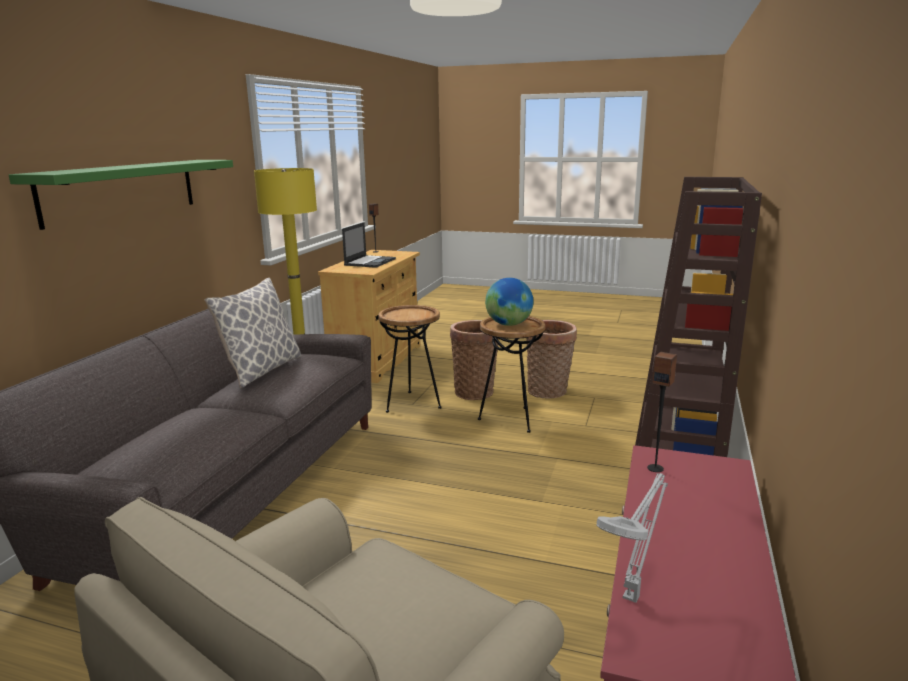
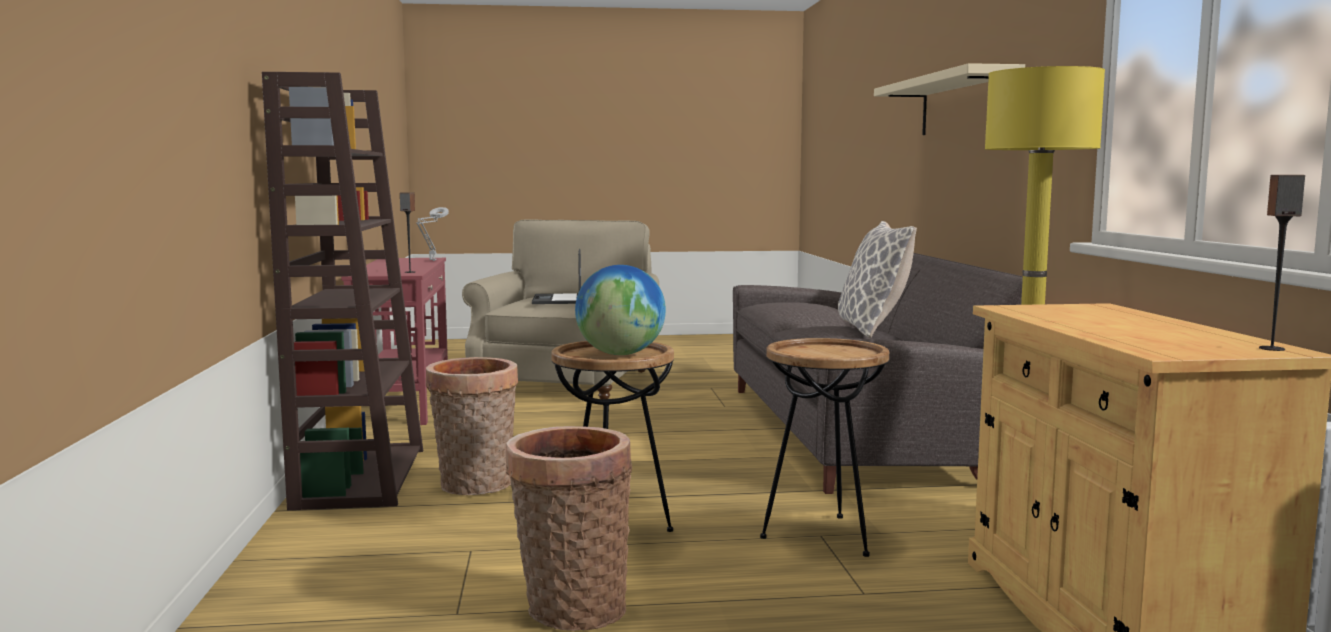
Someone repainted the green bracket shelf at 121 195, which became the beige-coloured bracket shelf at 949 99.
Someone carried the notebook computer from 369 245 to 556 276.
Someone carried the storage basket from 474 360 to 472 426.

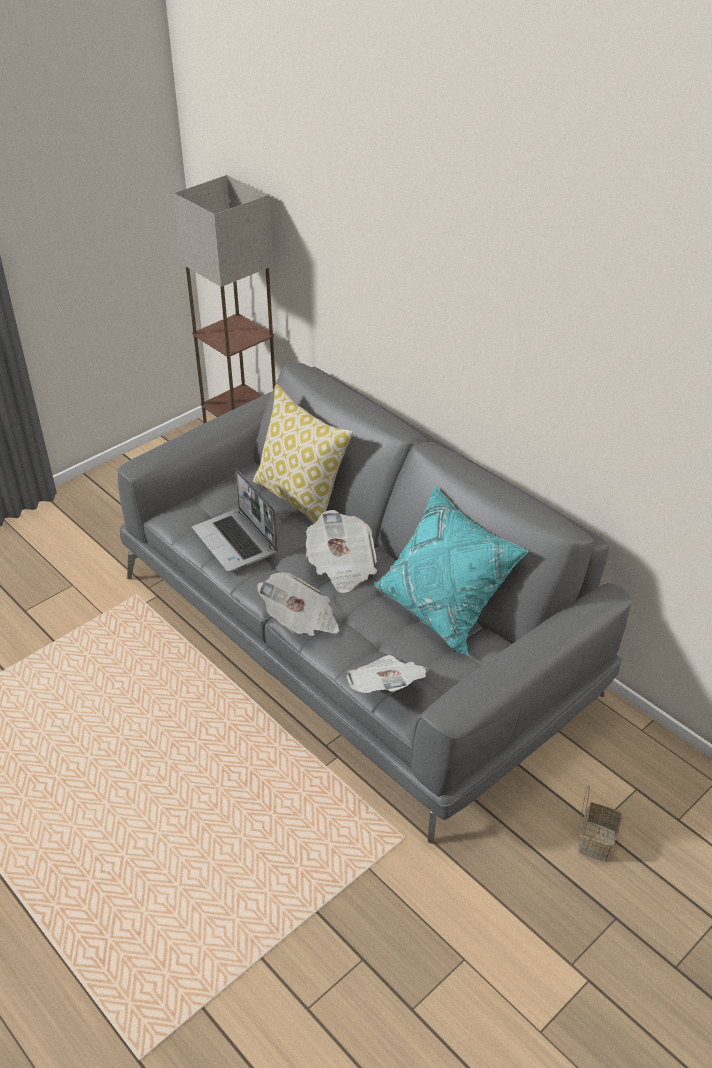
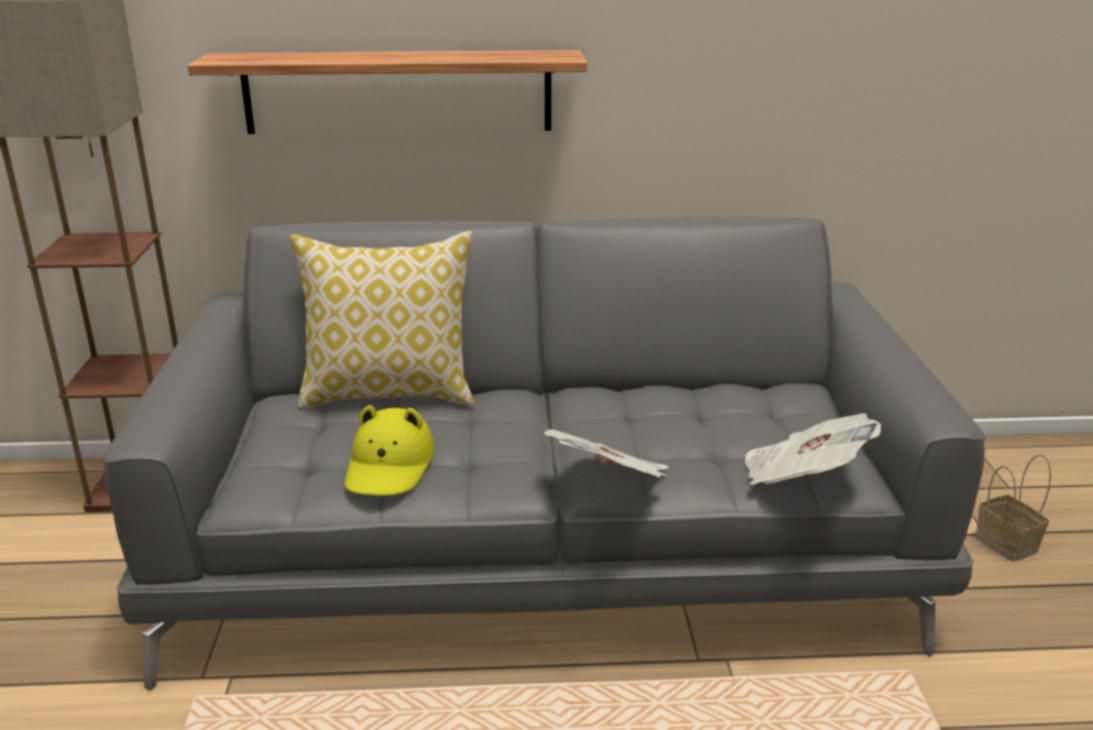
Someone swapped the notebook computer at 235 520 for the yellowish hat at 389 450.
Someone took away the blue-green pillow at 451 571.
Someone took away the daily paper at 341 551.
Someone put up the bracket shelf at 387 92.

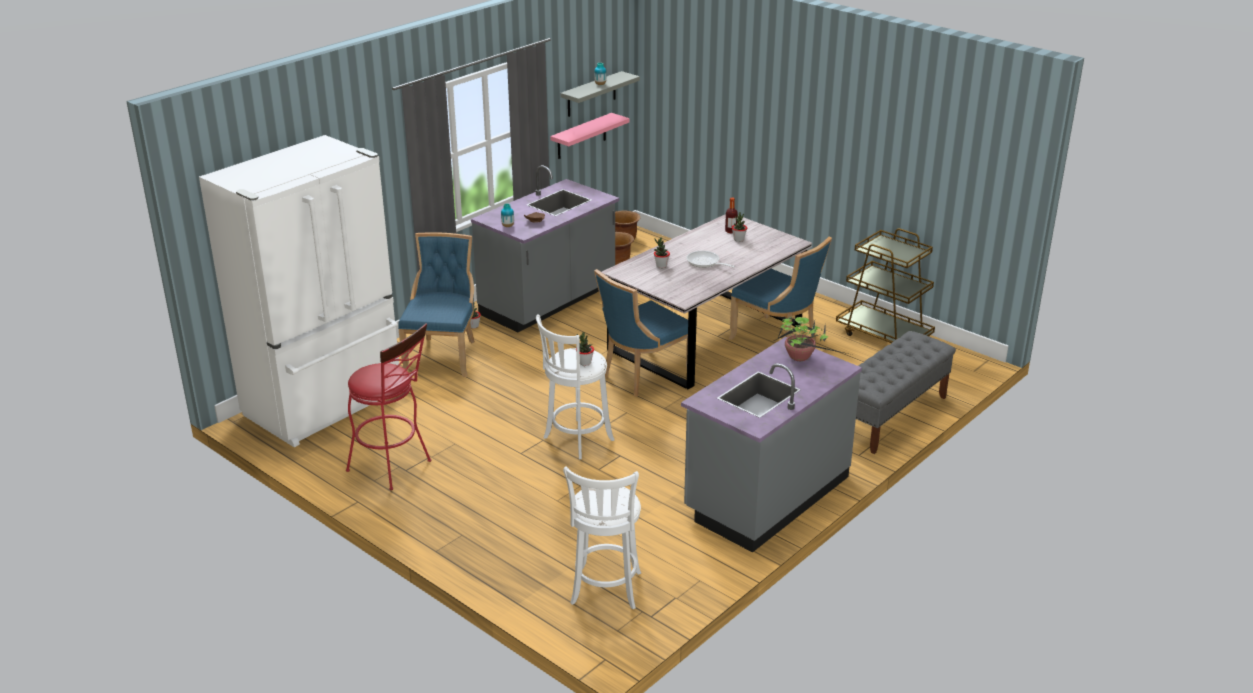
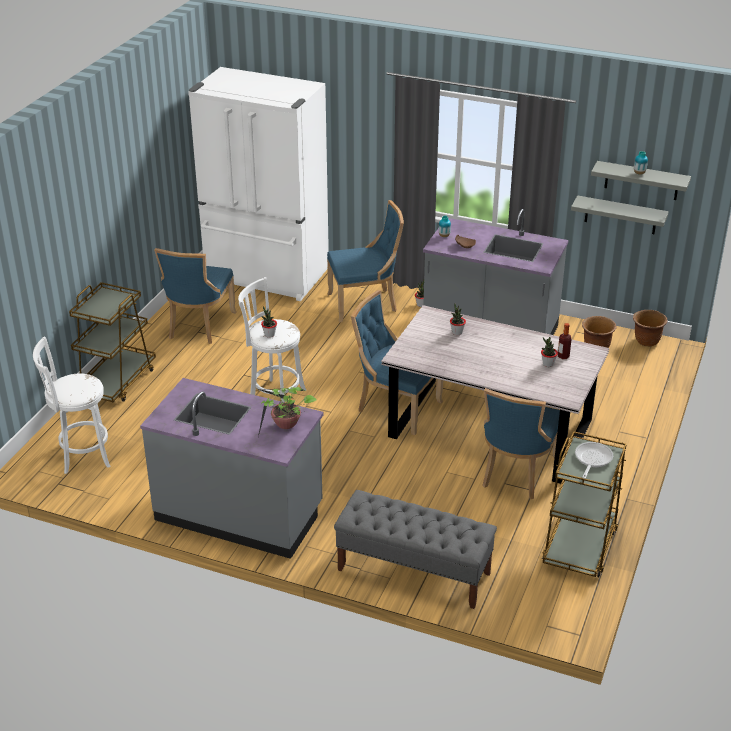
Someone repainted the pinkish bracket shelf at 590 136, which became the grey bracket shelf at 620 214.
Someone carried the skillet from 710 259 to 594 460.
Someone swapped the reddish stool seat at 388 406 for the blue plain chair at 195 296.
Someone put down the brown cart at 112 342.

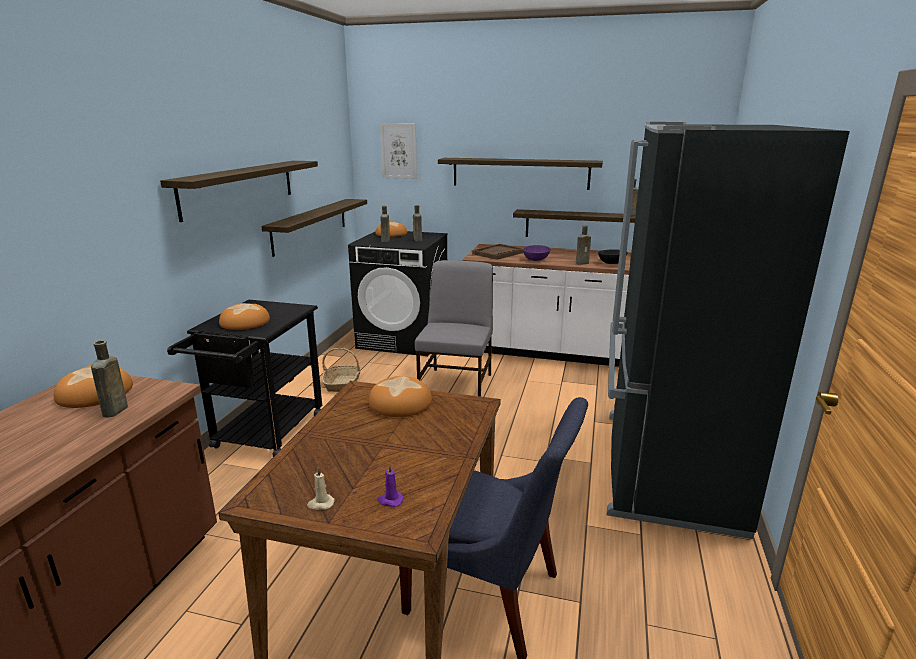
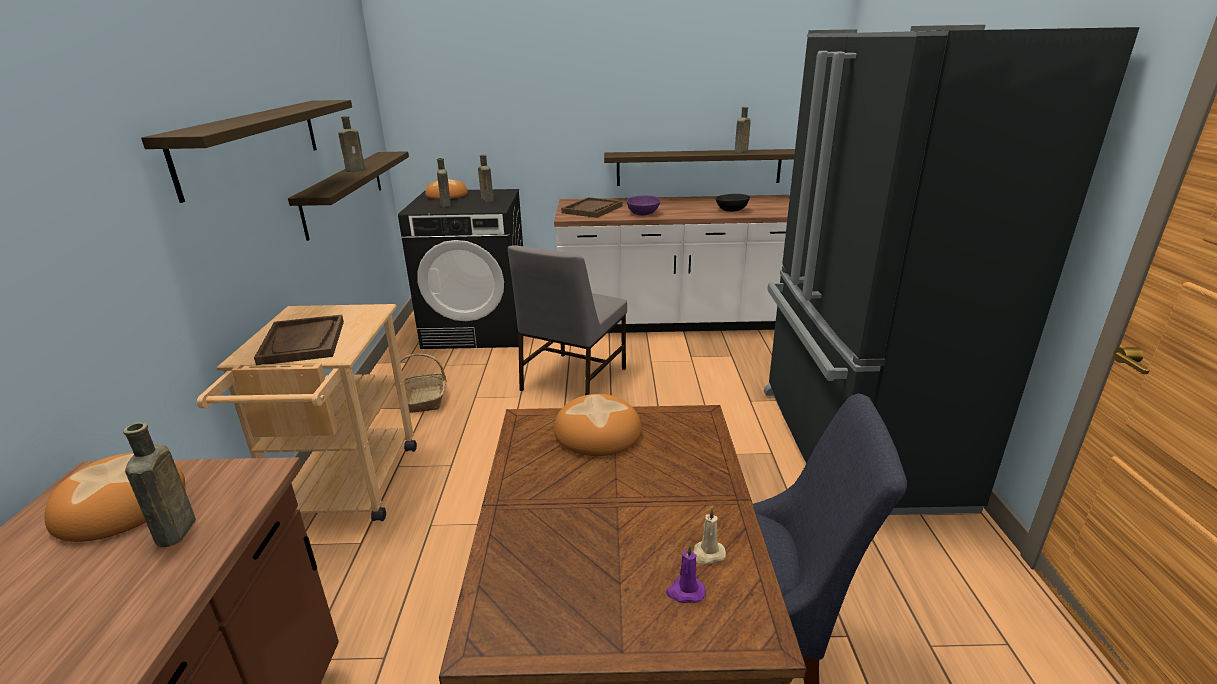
Someone took away the wall picture at 398 151.
Someone took away the bracket shelf at 520 174.
Someone carried the brown bottle from 583 245 to 351 144.
Someone rotated the grey plain chair at 454 328 by 150 degrees counterclockwise.
Someone repainted the blackish cart at 244 378, which became the beige-coloured cart at 307 412.
Someone swapped the bread at 244 316 for the brown carrying tray at 299 340.
Someone carried the beige-coloured wax candle from 321 488 to 709 536.

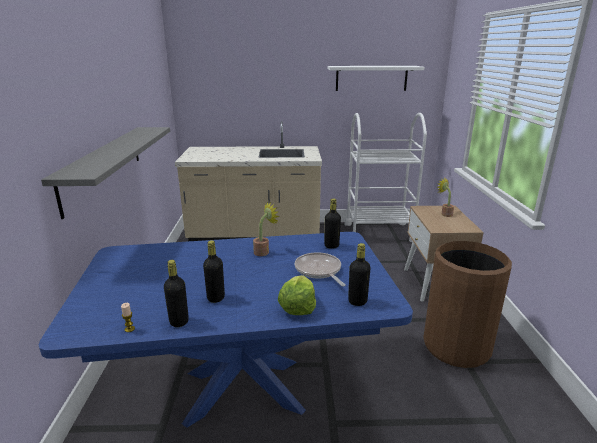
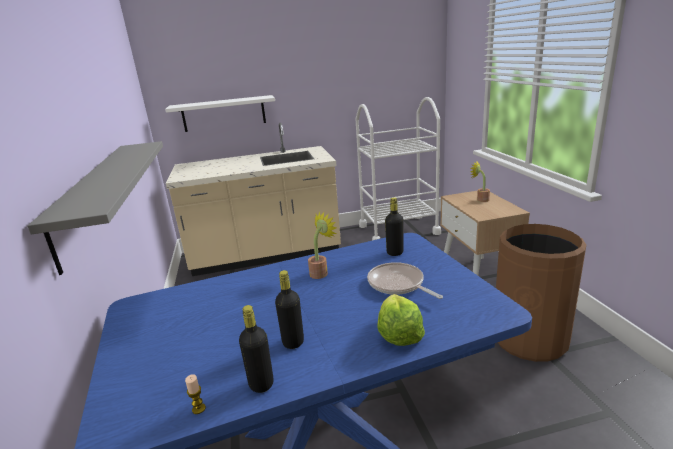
Someone carried the white bracket shelf from 376 78 to 220 113.
Someone took away the blackish bottle at 359 274.

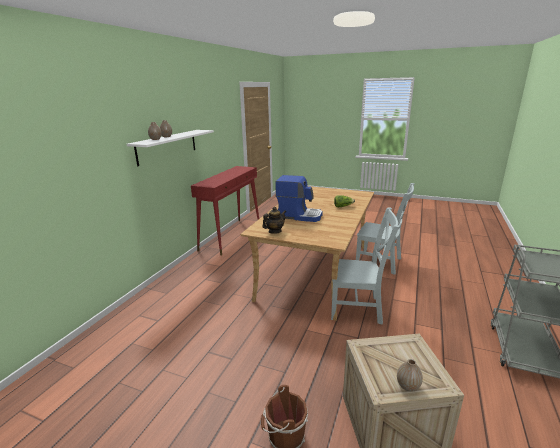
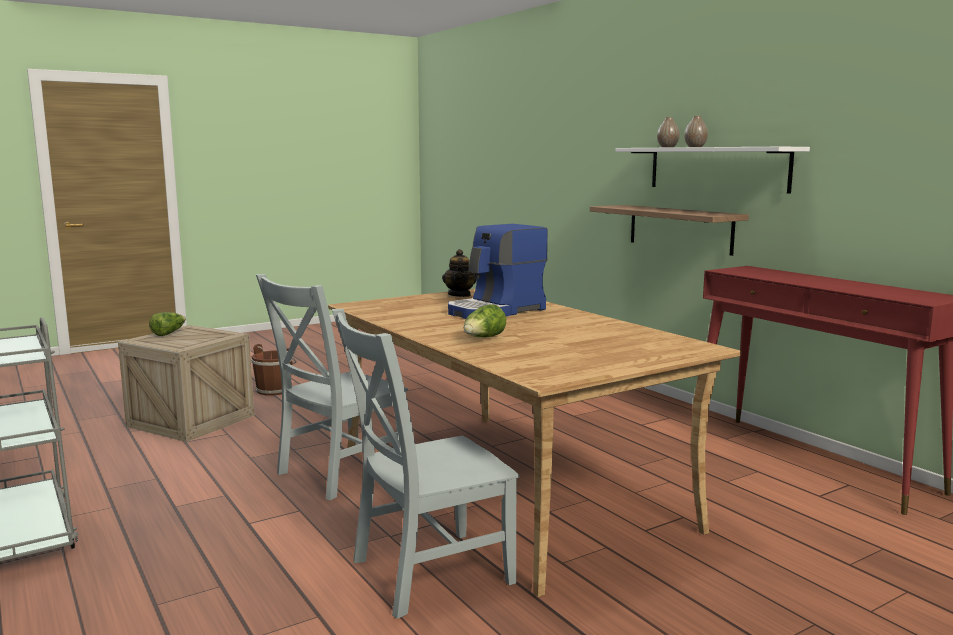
Someone swapped the flower vase at 410 375 for the head of lettuce at 167 324.
Someone put up the bracket shelf at 669 230.

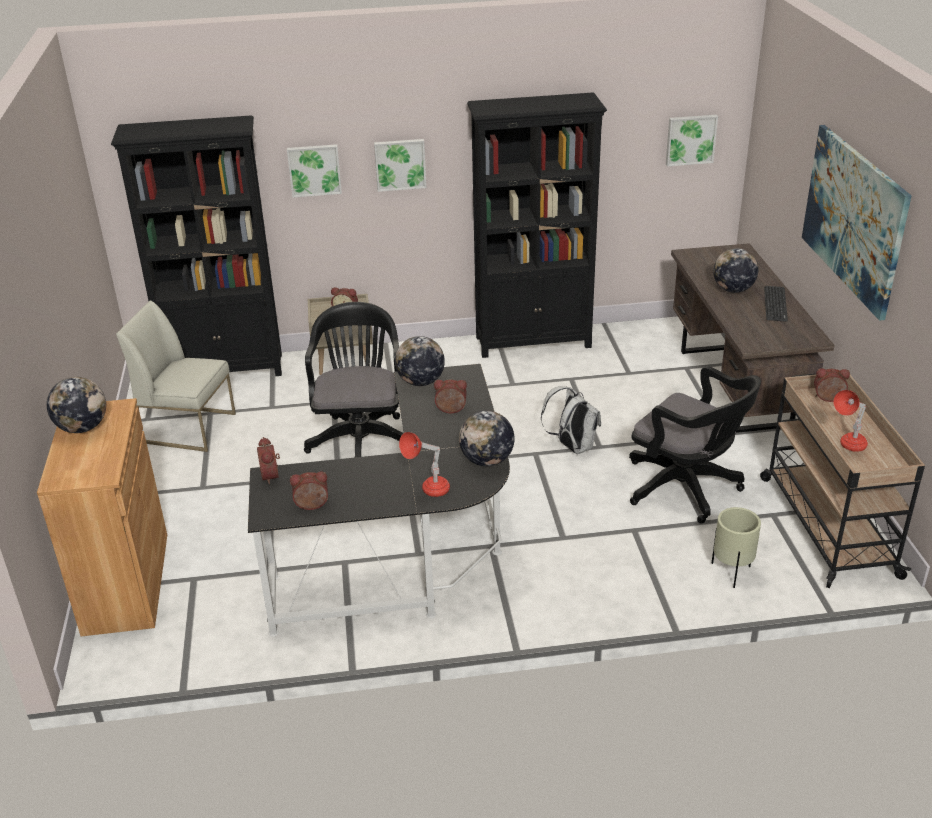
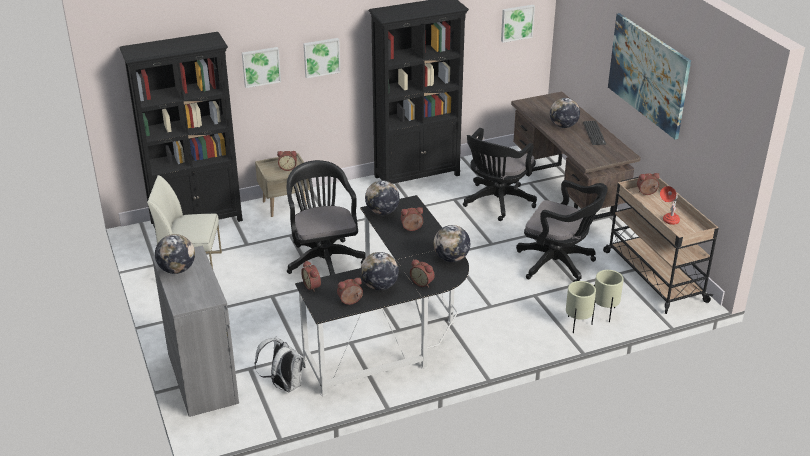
Someone carried the white knapsack from 571 420 to 280 365.
Someone repainted the brown cupboard at 102 517, which became the grey cupboard at 195 331.
Someone swapped the reddish tabletop lamp at 424 464 for the table clock at 422 273.
Someone put down the blackish office chair at 500 174.
Someone put down the desk globe at 379 271.
Someone put down the beige-coloured planter at 581 307.

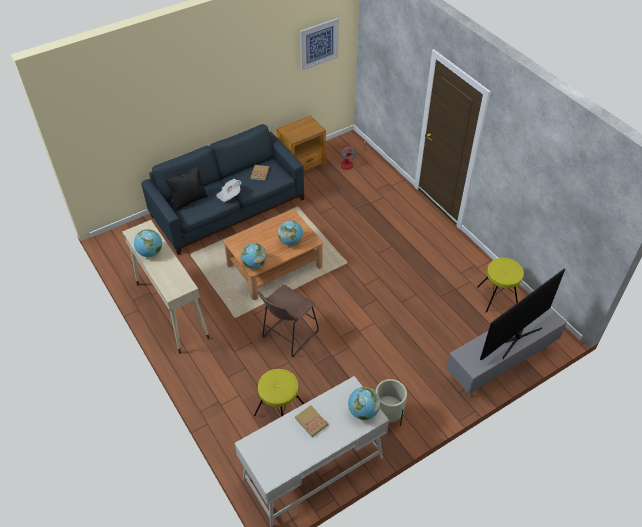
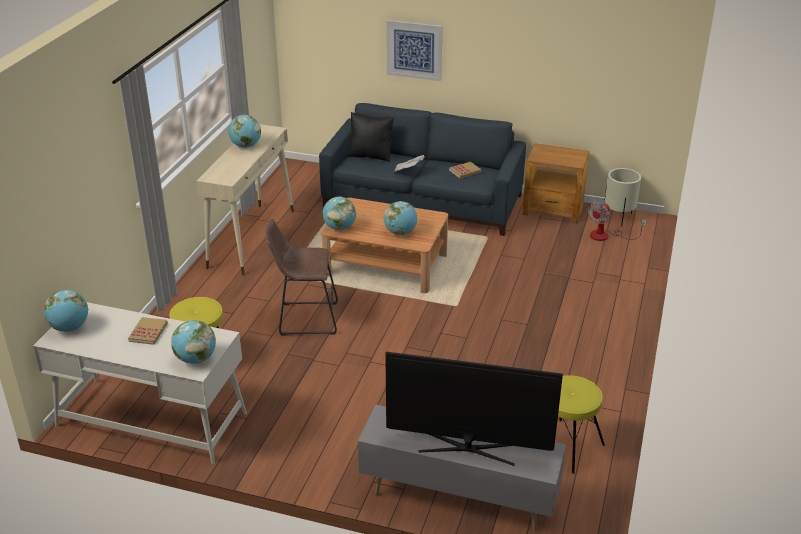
Someone carried the wall picture from 319 44 to 414 50.
Someone carried the beige-coloured planter from 391 402 to 622 197.
Someone put down the desk globe at 66 311.

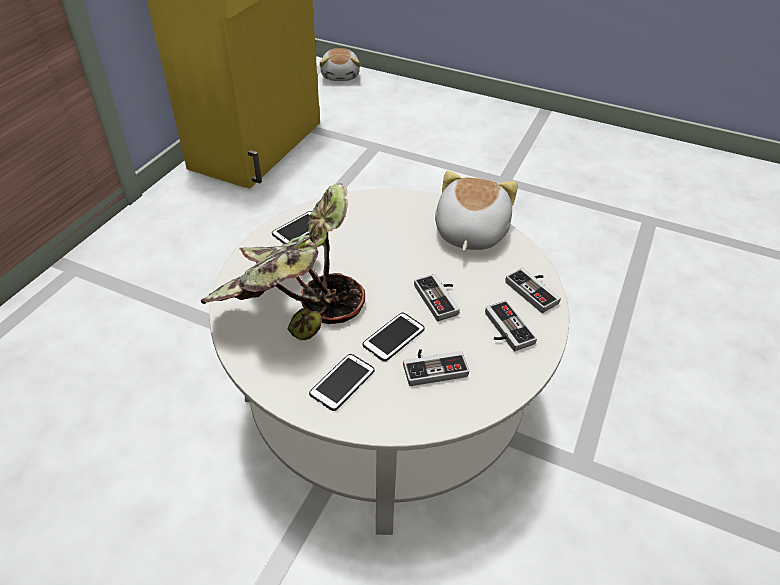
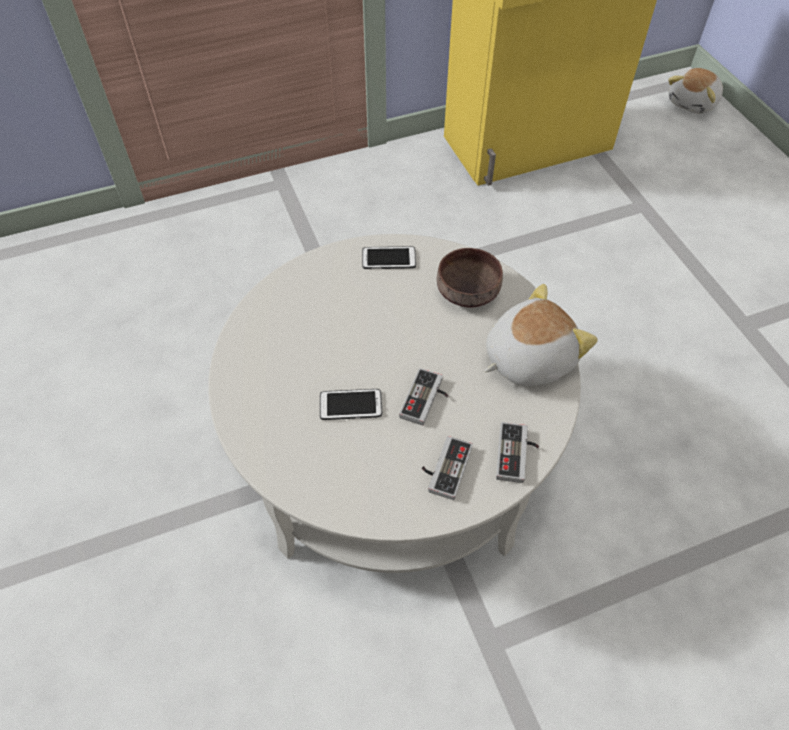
Someone took away the potted plant at 283 261.
Someone took away the joypad at 436 367.
Someone took away the phone at 342 382.
Someone put down the brown deep dish at 470 277.

